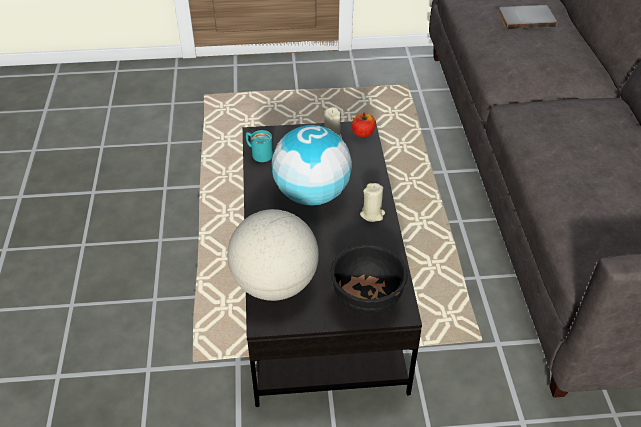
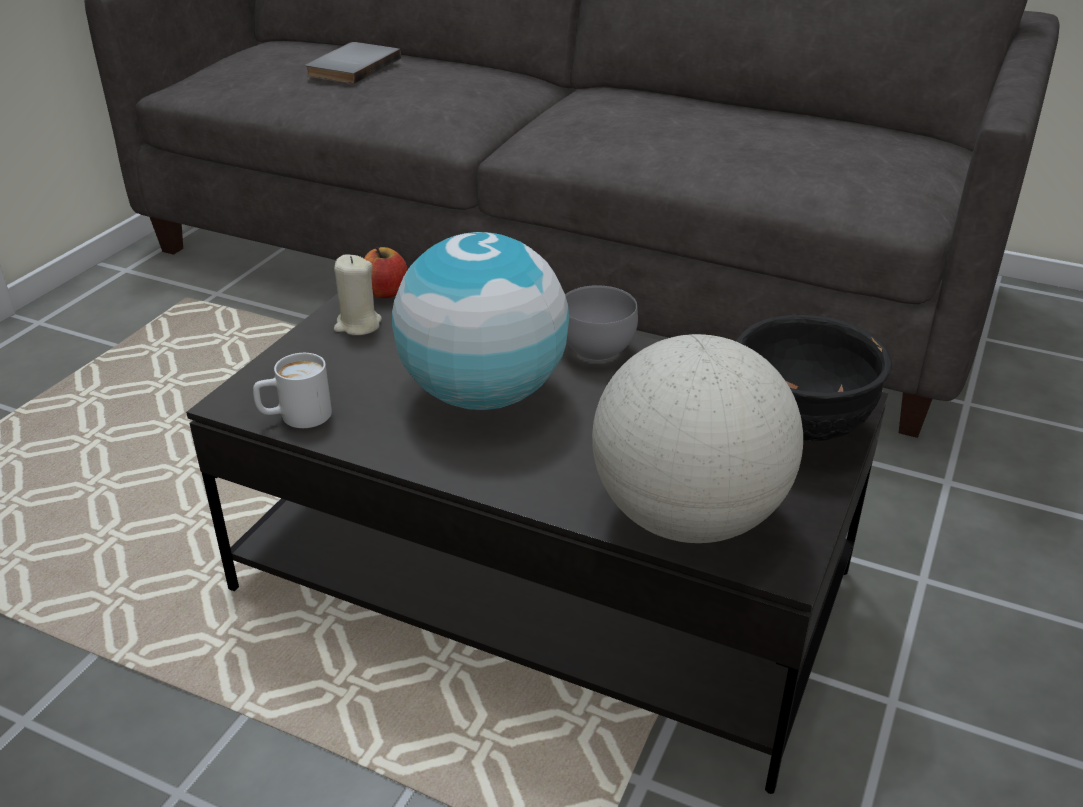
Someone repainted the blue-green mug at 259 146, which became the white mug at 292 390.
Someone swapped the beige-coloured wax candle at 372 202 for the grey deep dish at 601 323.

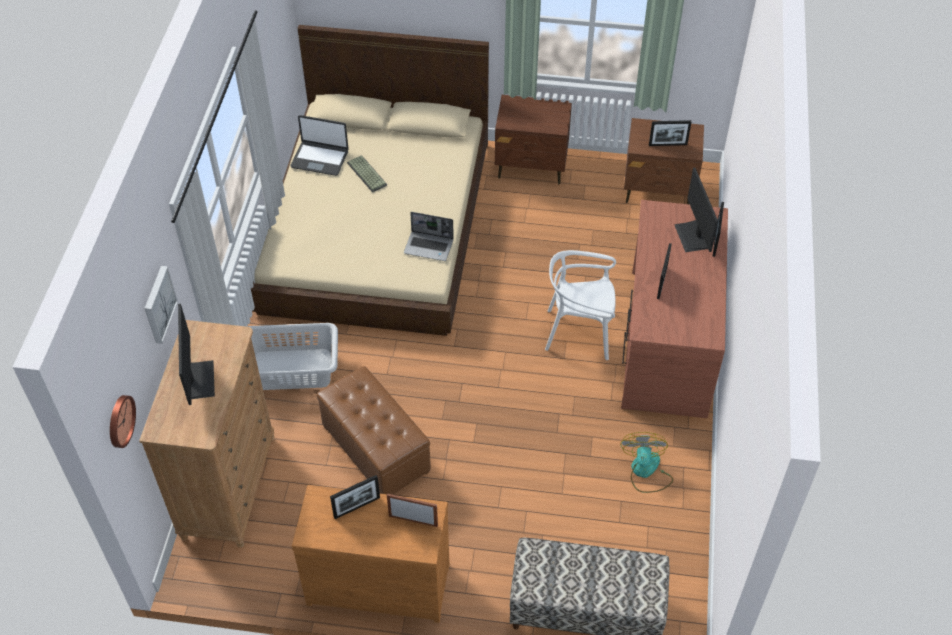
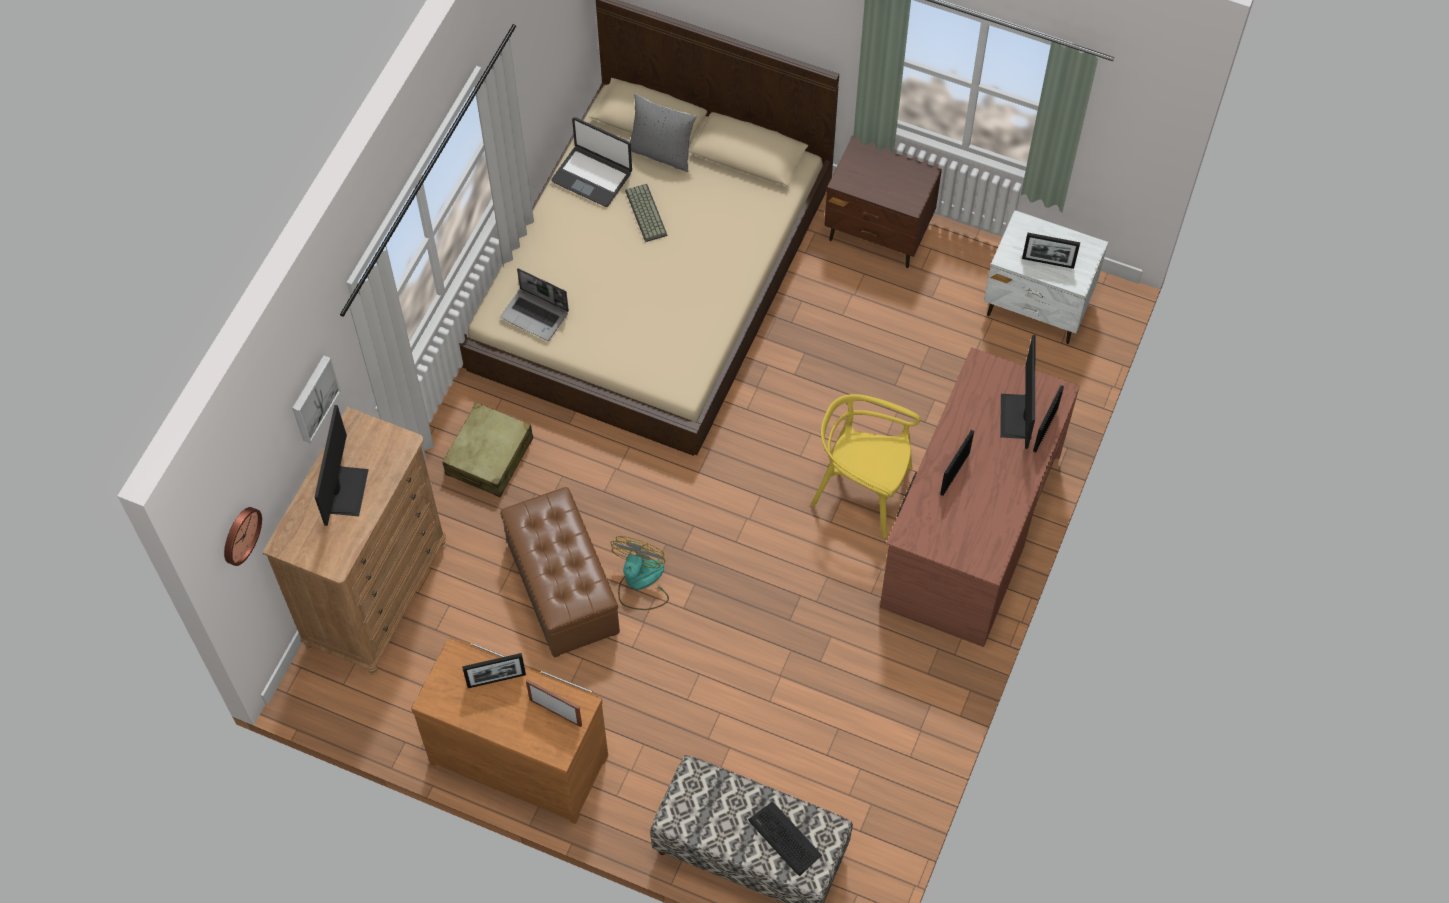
Someone repainted the brown nightstand at 664 161, which became the white nightstand at 1046 277.
Someone carried the notebook computer from 429 236 to 534 304.
Someone repainted the white plain chair at 580 305, which became the yellowish plain chair at 865 466.
Someone swapped the grey hamper at 293 356 for the beige-coloured piece of luggage at 487 449.
Someone carried the cooling fan from 646 462 to 639 573.
Someone put down the grey pillow at 663 133.
Someone put down the keyboard at 785 838.

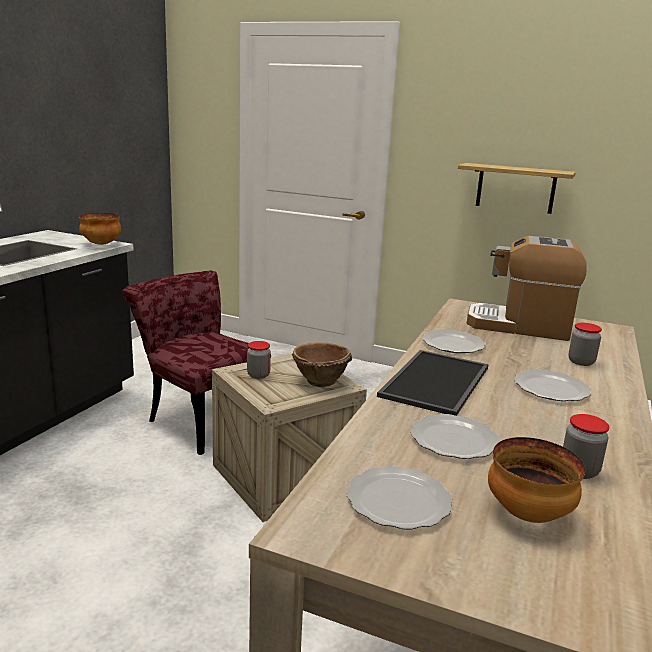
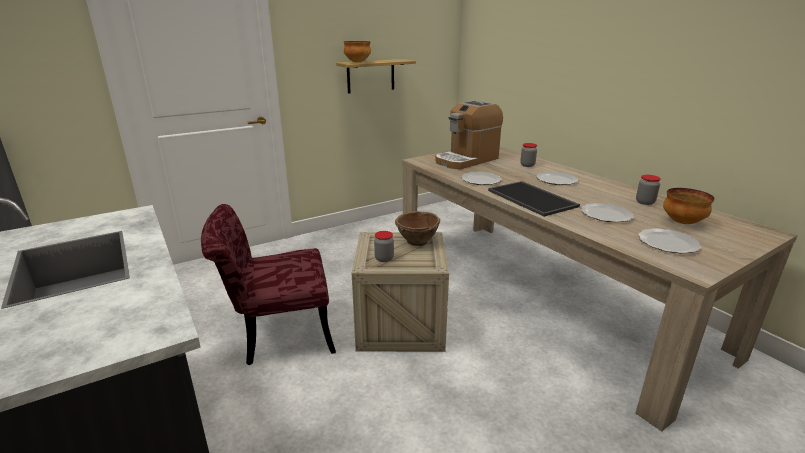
Someone carried the deep dish from 100 229 to 357 52.

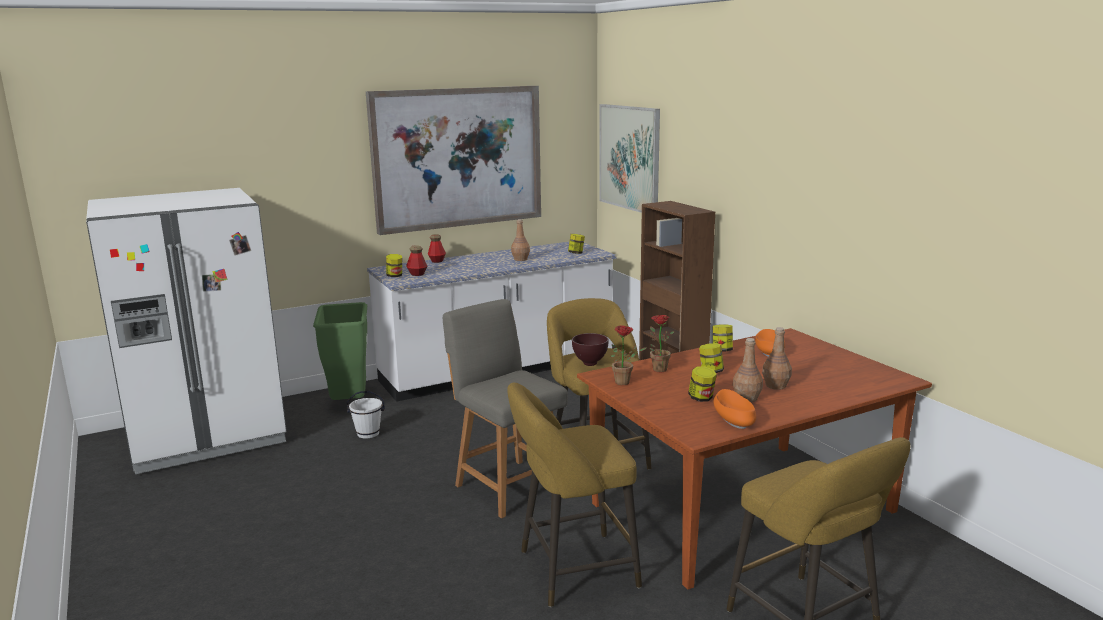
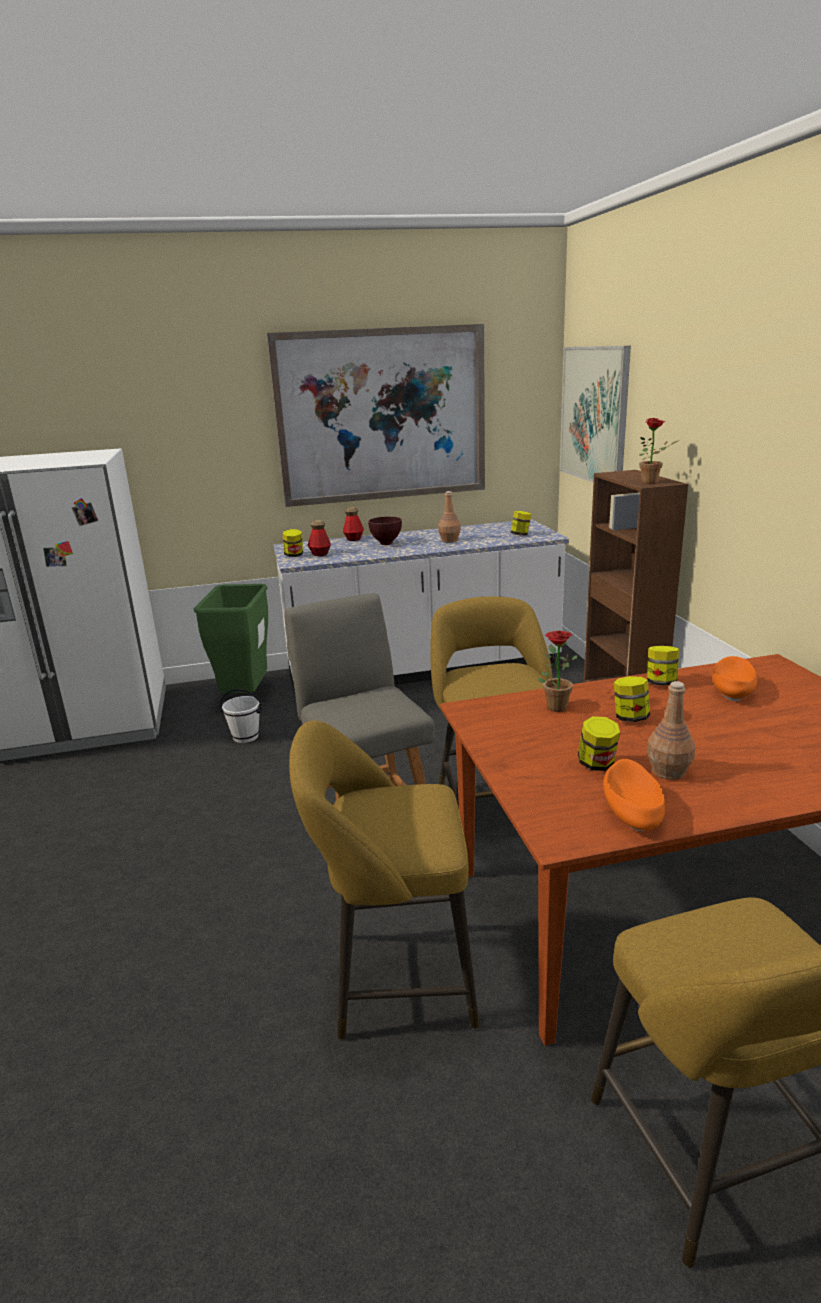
Someone carried the potted plant from 628 355 to 658 451.
Someone took away the brown bottle at 777 358.
Someone carried the brown deep dish from 590 349 to 385 530.

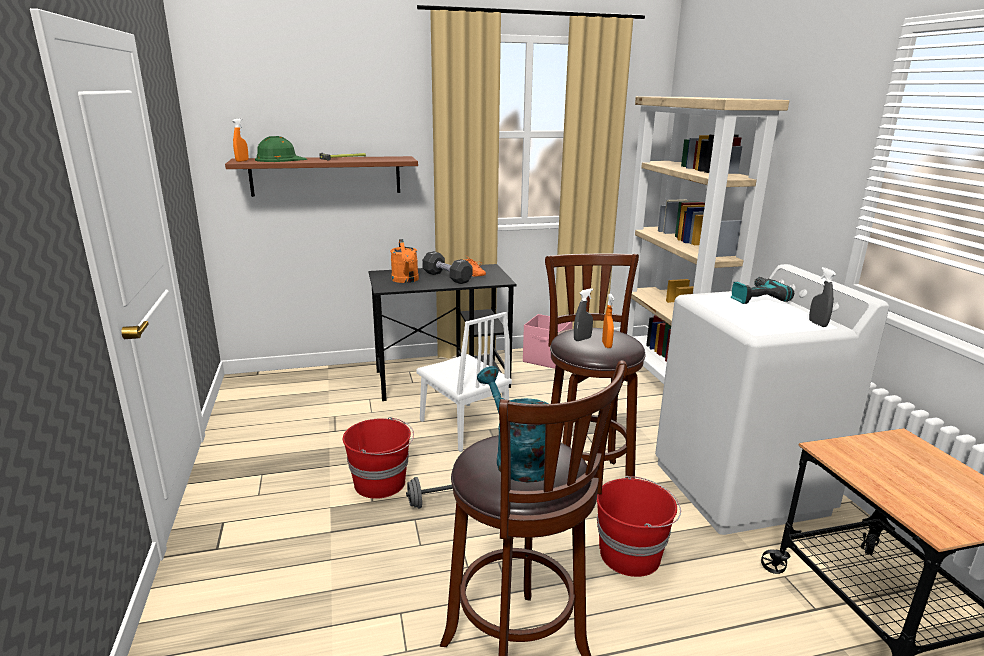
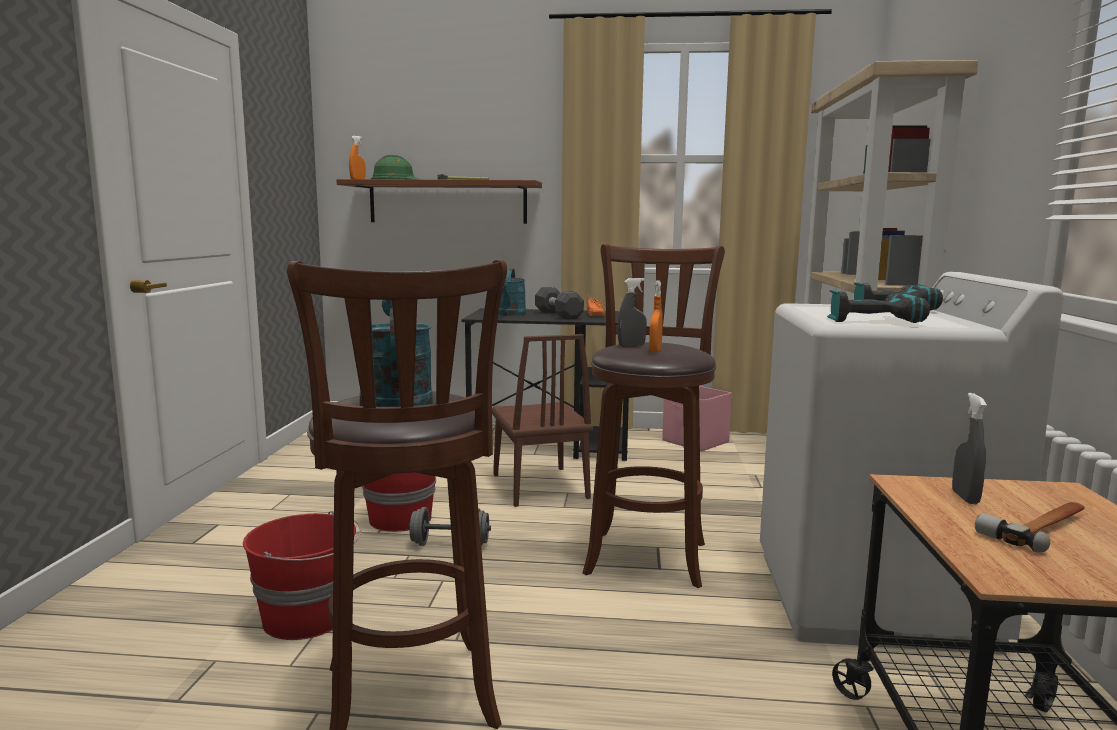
Someone repainted the orange-coloured watering can at 404 261, which became the blue-green watering can at 512 292.
Someone carried the grey sprayer from 822 297 to 969 448.
Someone repainted the white plain chair at 464 382, which became the brown plain chair at 542 420.
Someone carried the reddish bucket from 639 526 to 302 575.
Someone put down the drill at 878 306.
Someone put down the hammer at 1030 527.

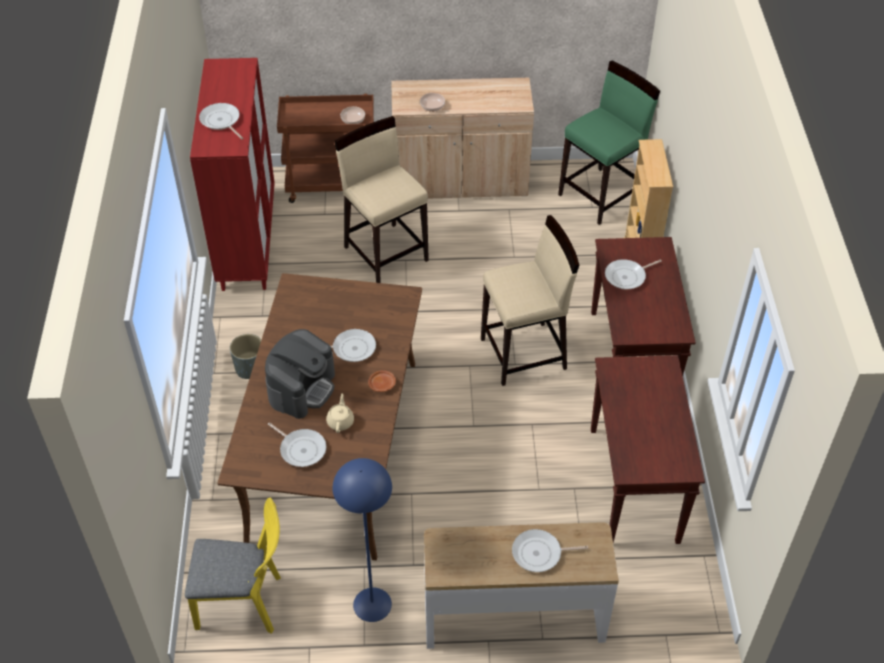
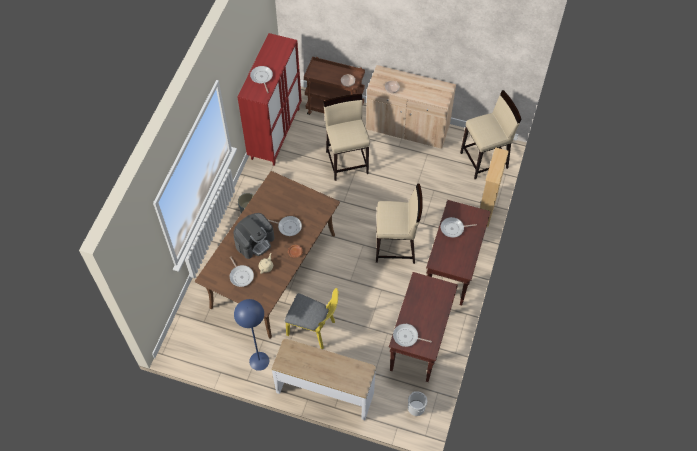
Someone repainted the green stool seat at 609 143, which became the beige-coloured stool seat at 491 134.
Someone carried the yellowish plain chair from 233 566 to 312 318.
Someone carried the skillet from 550 550 to 412 335.
Someone put down the bucket at 417 403.

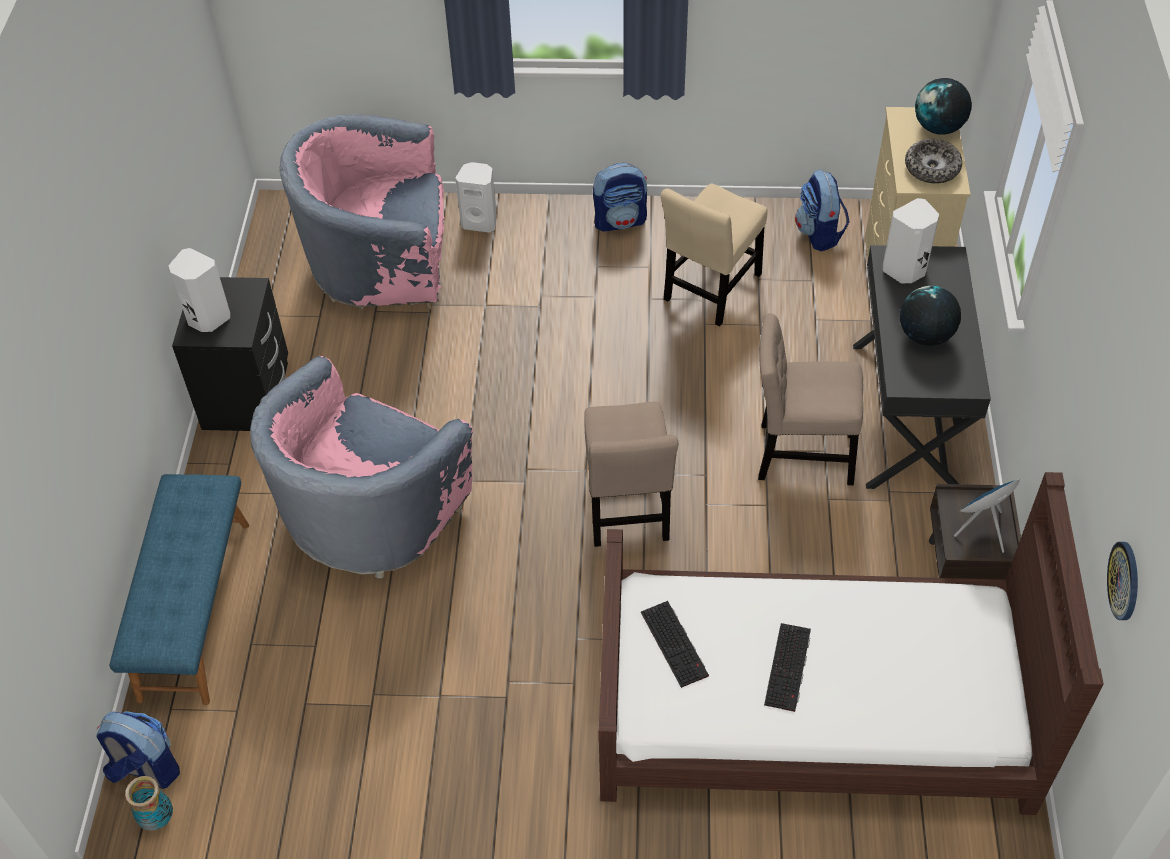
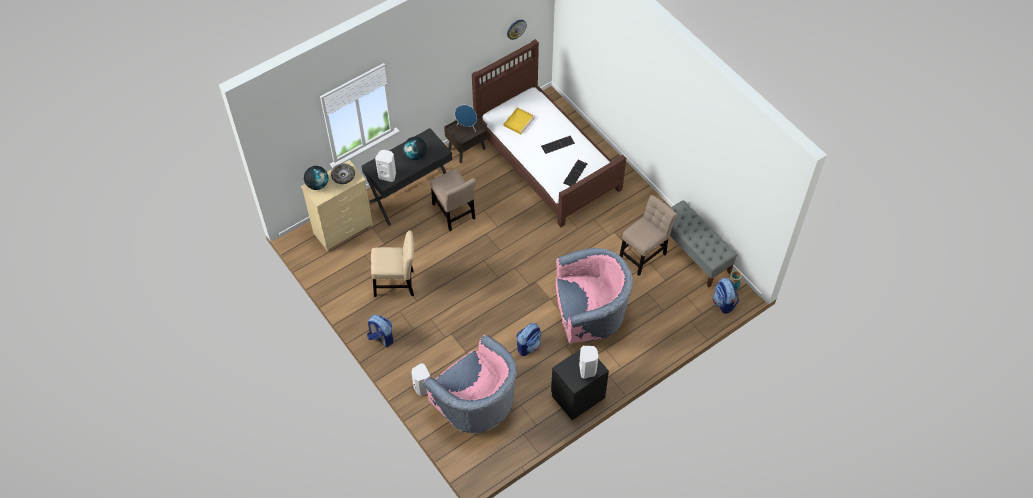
Someone carried the knapsack from 822 210 to 528 339.
Someone carried the beige-coloured plain chair from 631 474 to 648 235.
Someone took away the blue indoor bench at 179 589.
Someone put down the yellowish carrying tray at 519 121.
Someone put down the grey indoor bench at 704 243.

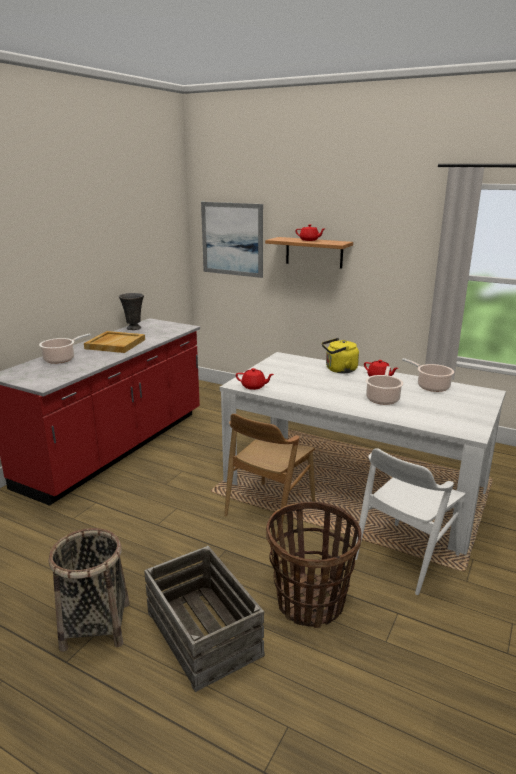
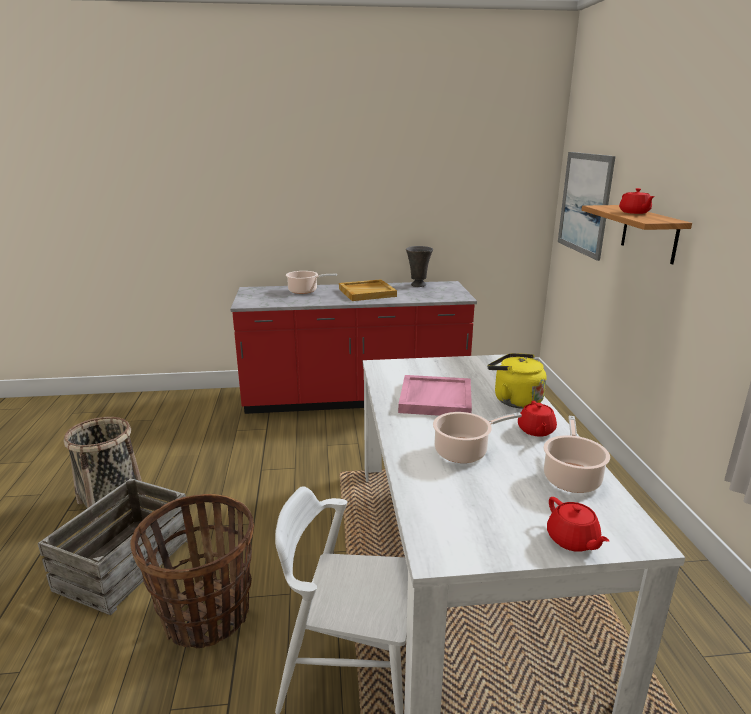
Someone carried the reddish teapot from 255 379 to 578 524.
Someone took away the brown plain chair at 269 476.
Someone put down the pinkish carrying tray at 435 395.

